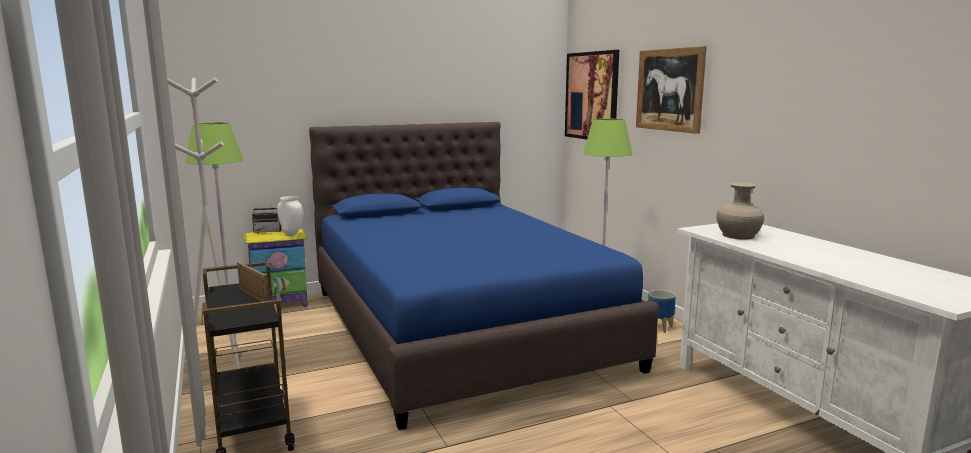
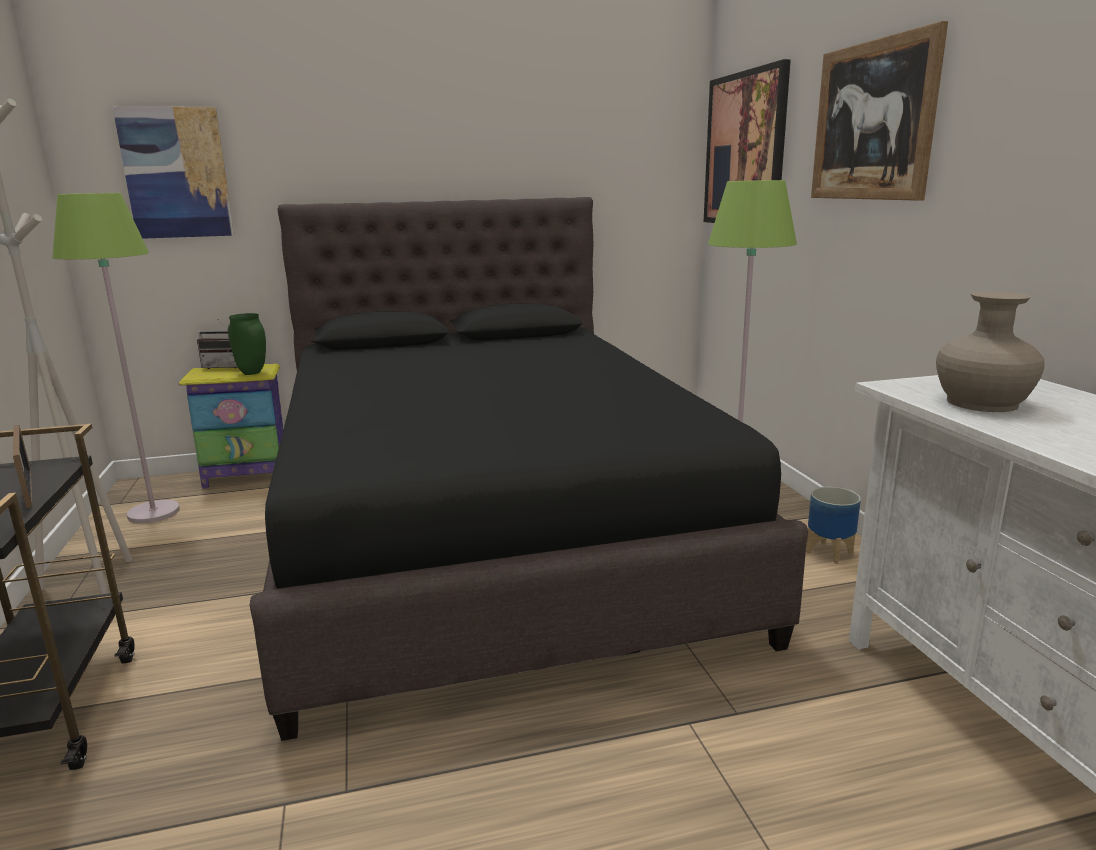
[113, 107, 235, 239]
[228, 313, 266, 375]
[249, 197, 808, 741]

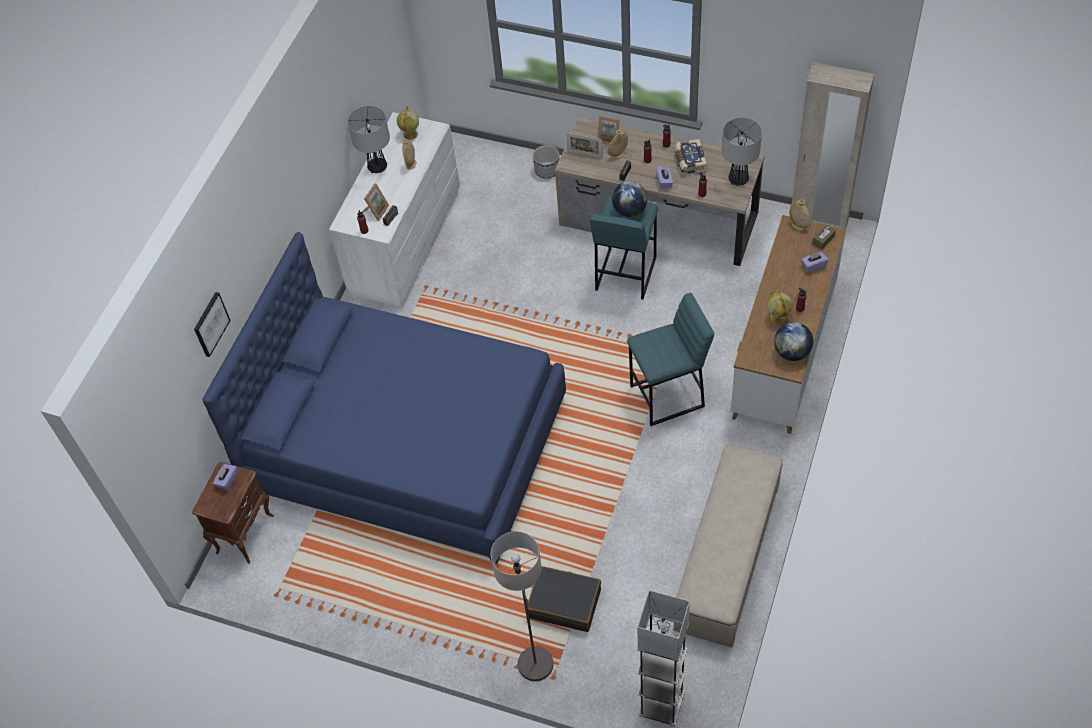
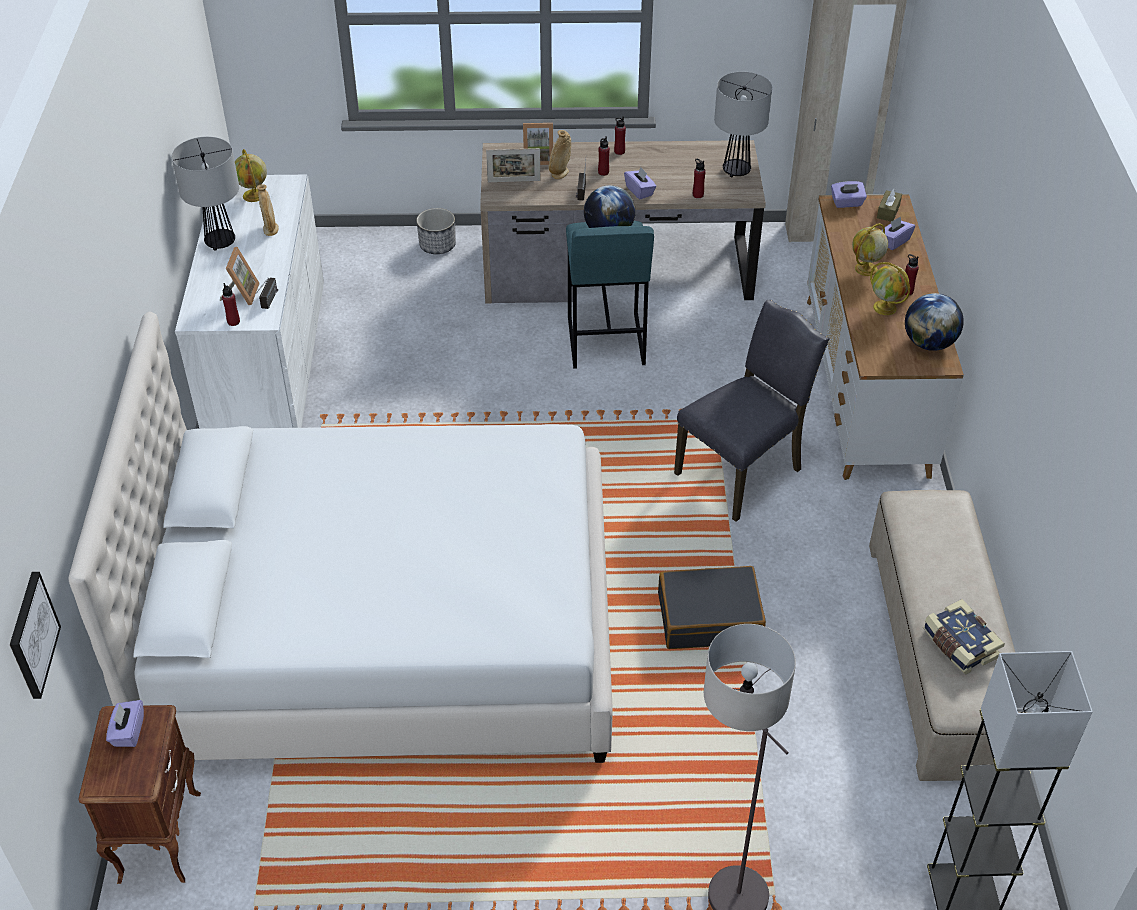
[10, 572, 61, 699]
[69, 312, 613, 763]
[658, 566, 766, 649]
[674, 300, 830, 522]
[831, 181, 867, 208]
[852, 223, 888, 276]
[923, 599, 1005, 675]

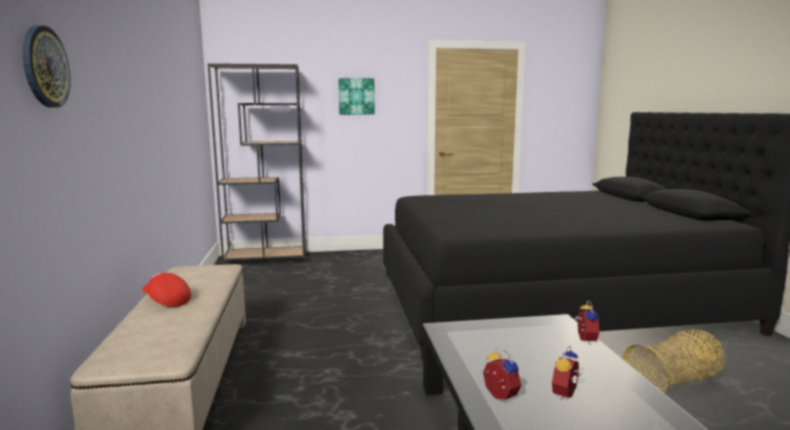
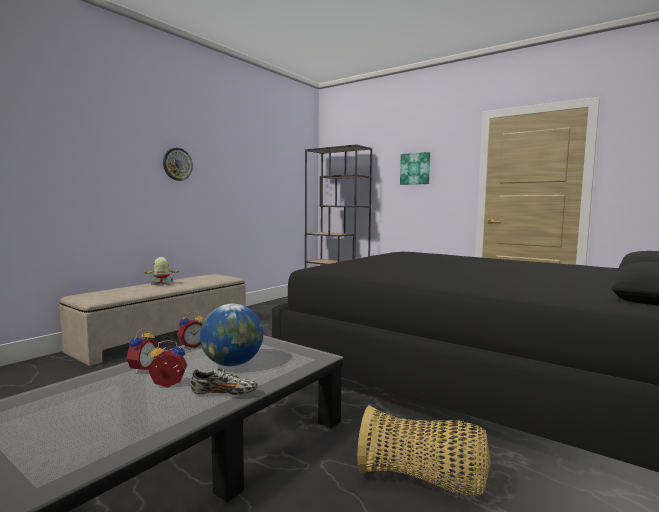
[144, 257, 179, 285]
[163, 148, 193, 181]
[177, 311, 204, 348]
[190, 368, 258, 395]
[200, 304, 263, 366]

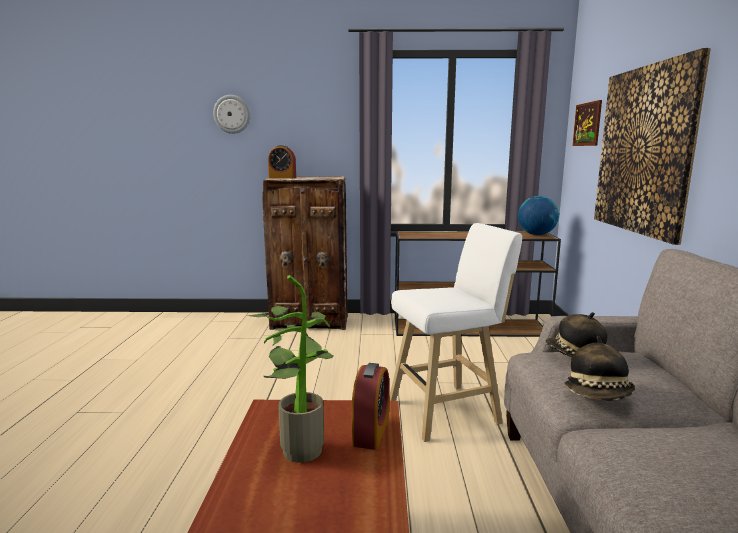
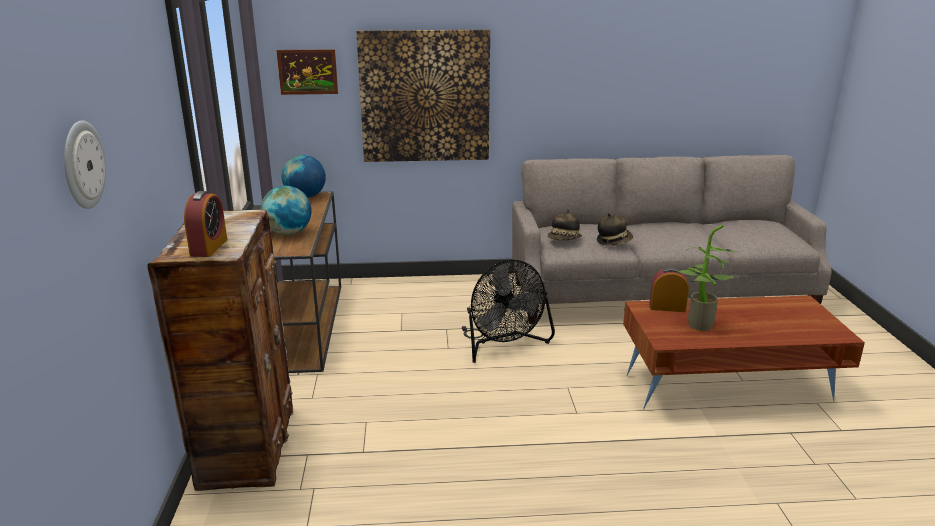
[260, 186, 312, 235]
[462, 260, 555, 363]

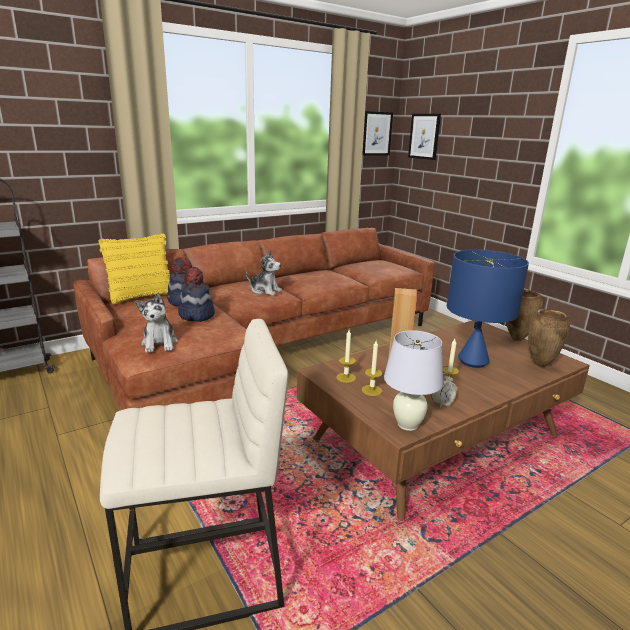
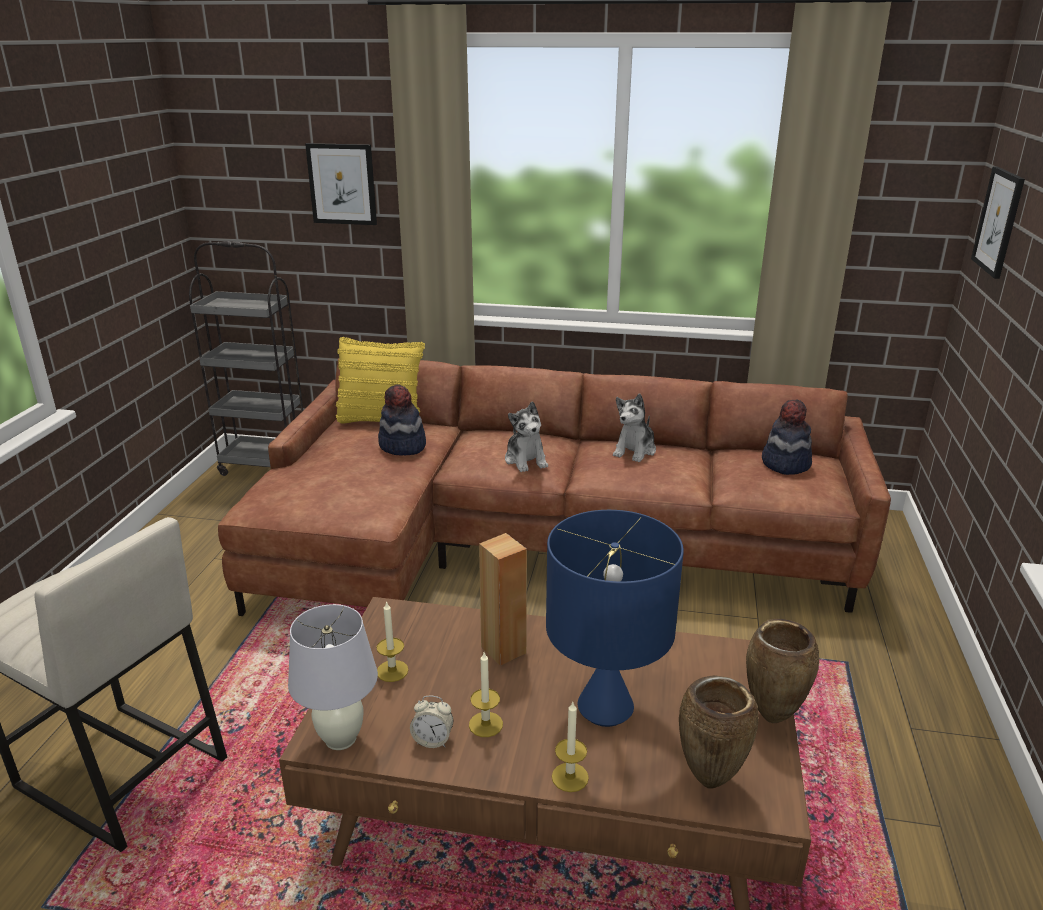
[305, 143, 377, 225]
[552, 702, 589, 792]
[613, 394, 656, 462]
[762, 399, 812, 475]

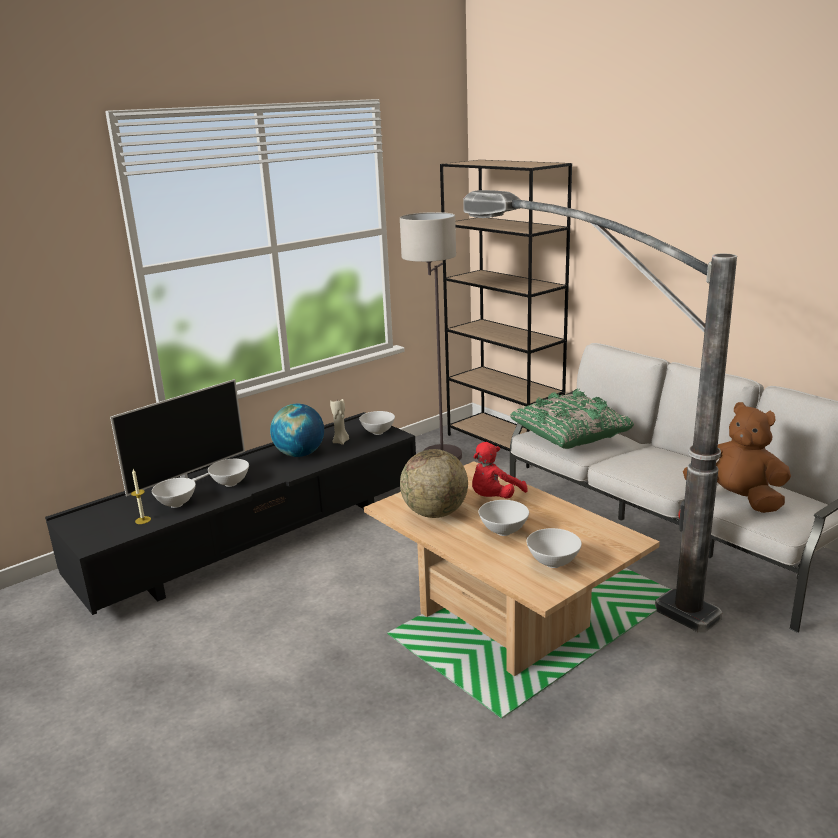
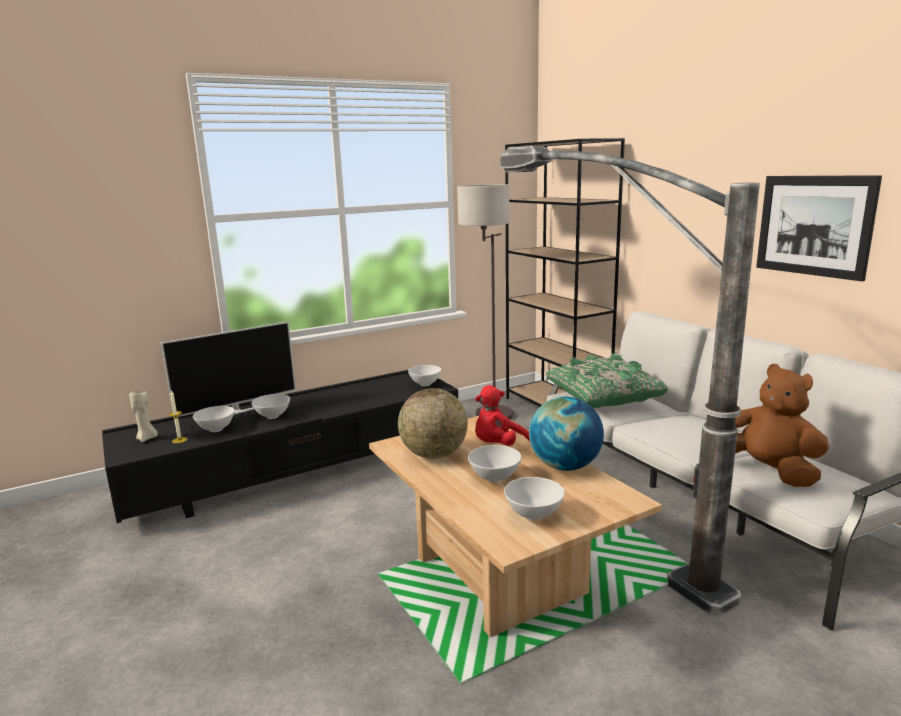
[129, 390, 158, 442]
[529, 397, 604, 471]
[756, 175, 882, 281]

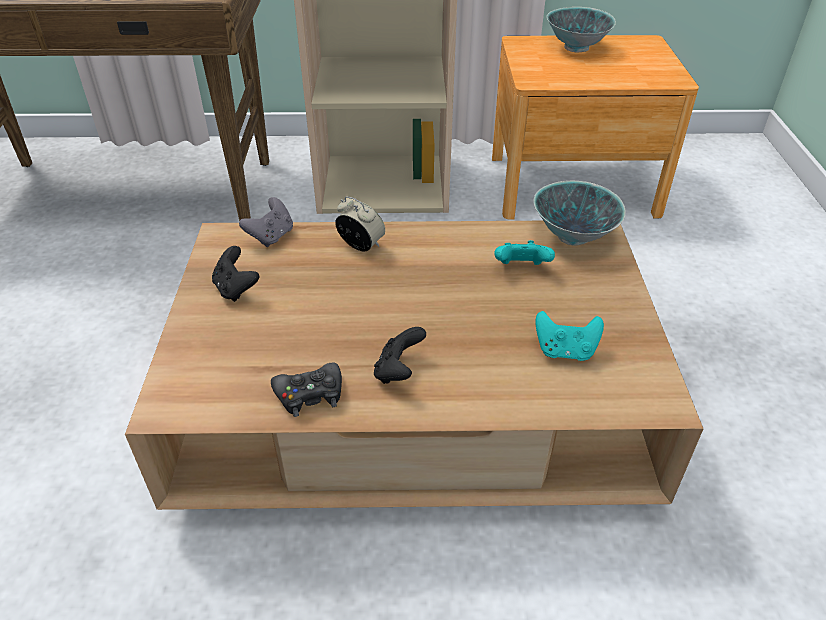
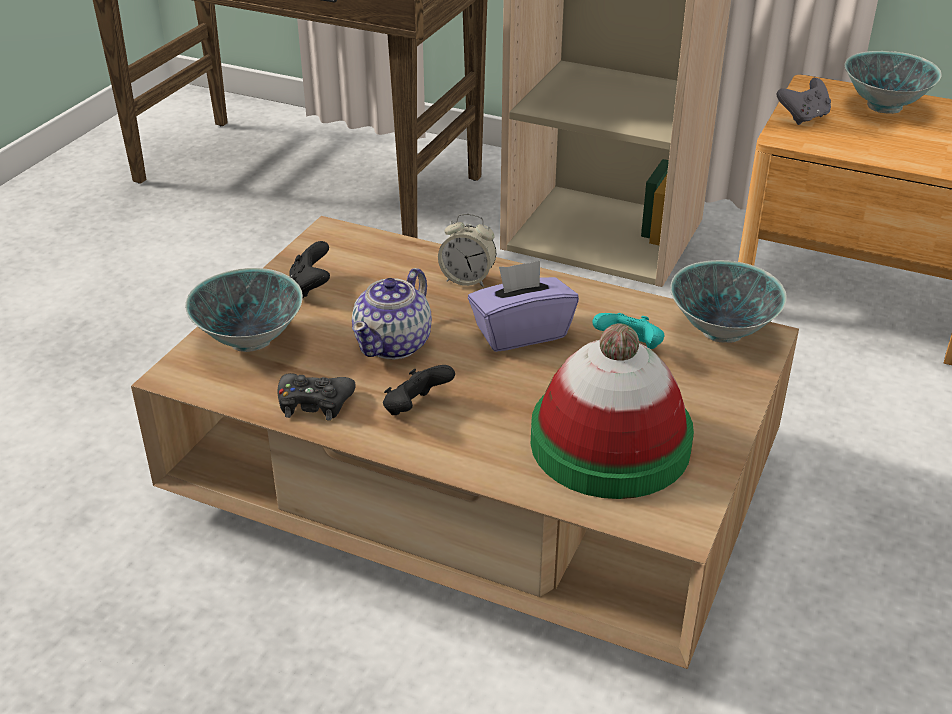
[185, 268, 303, 352]
[352, 268, 432, 360]
[438, 213, 496, 287]
[468, 260, 579, 352]
[531, 323, 694, 499]
[777, 78, 831, 125]

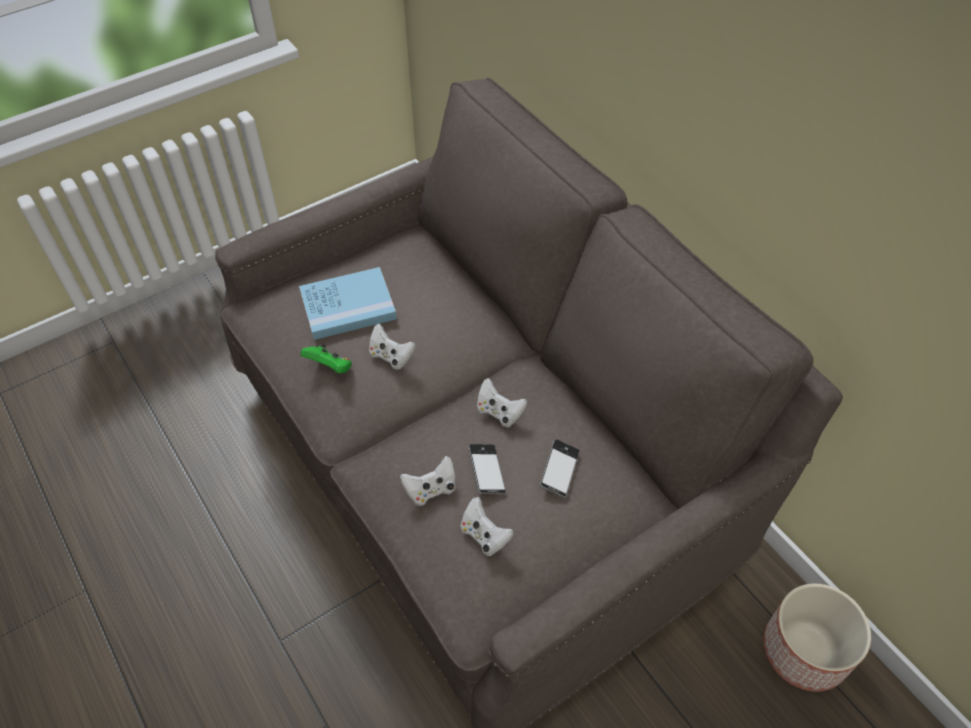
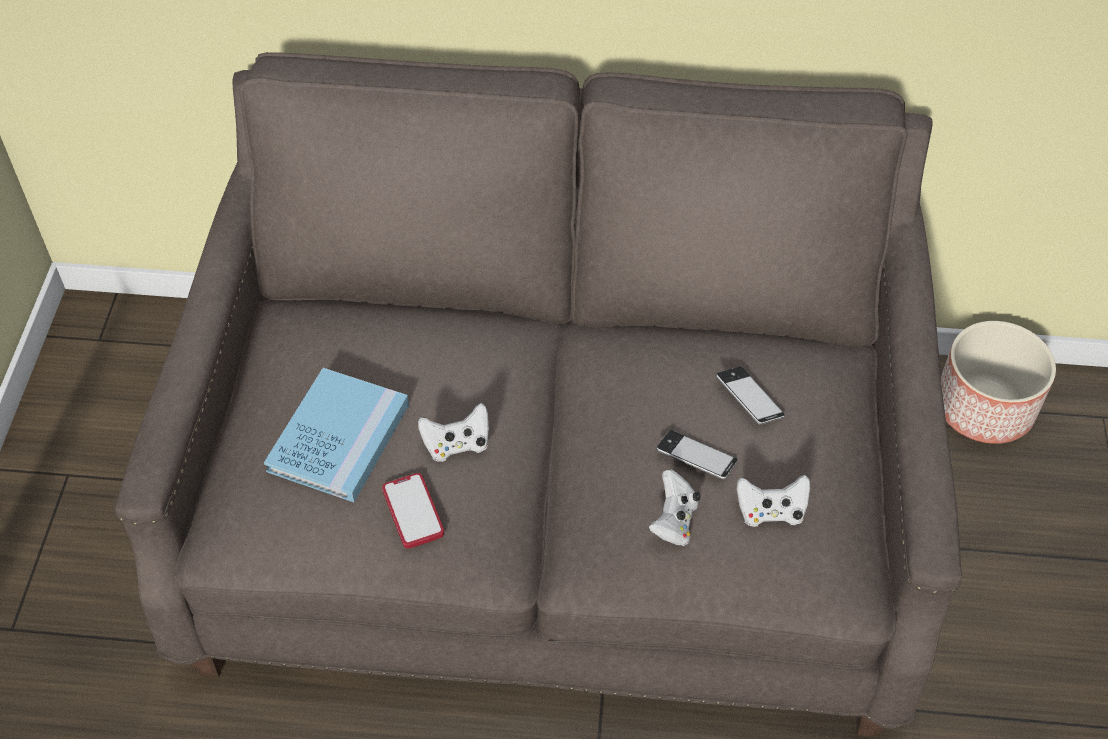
[382, 473, 444, 549]
[477, 378, 528, 427] (first image)

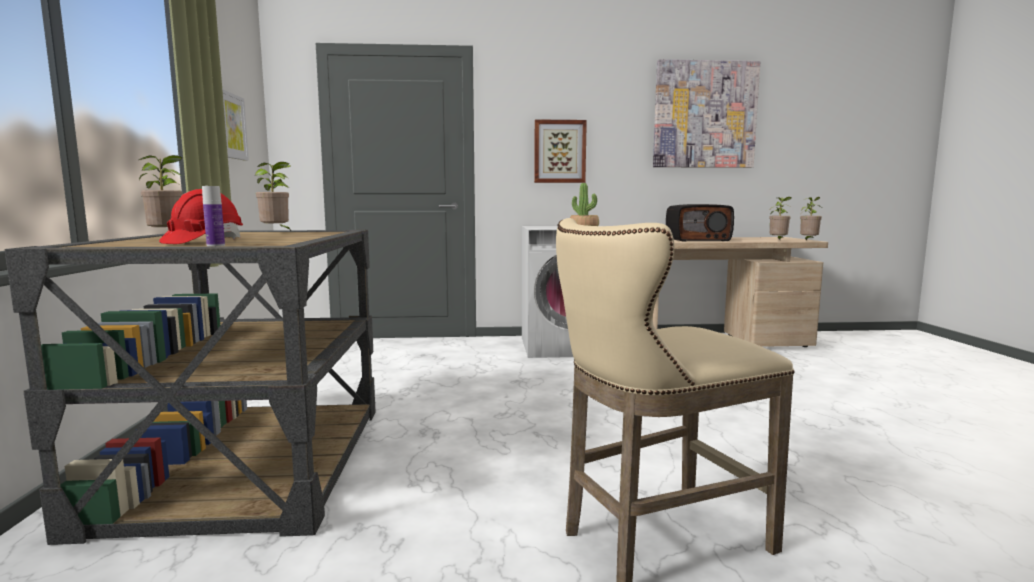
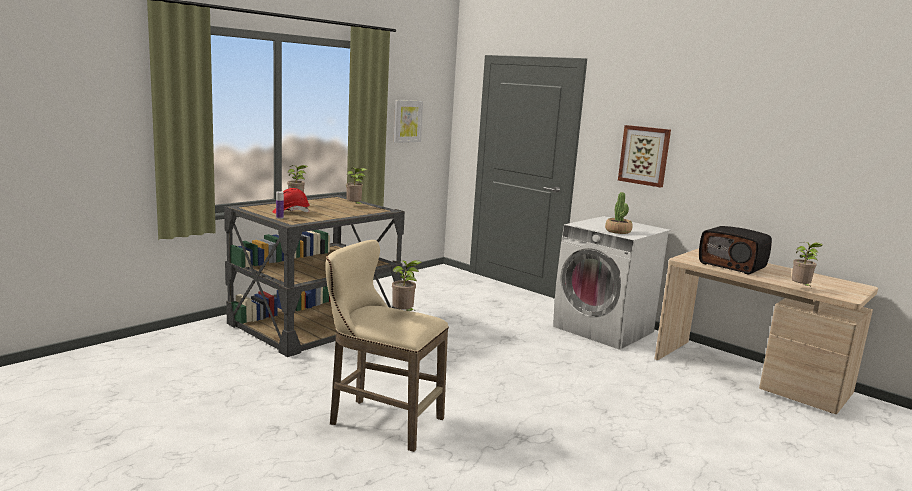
[392, 260, 422, 311]
[653, 59, 760, 168] (first image)

